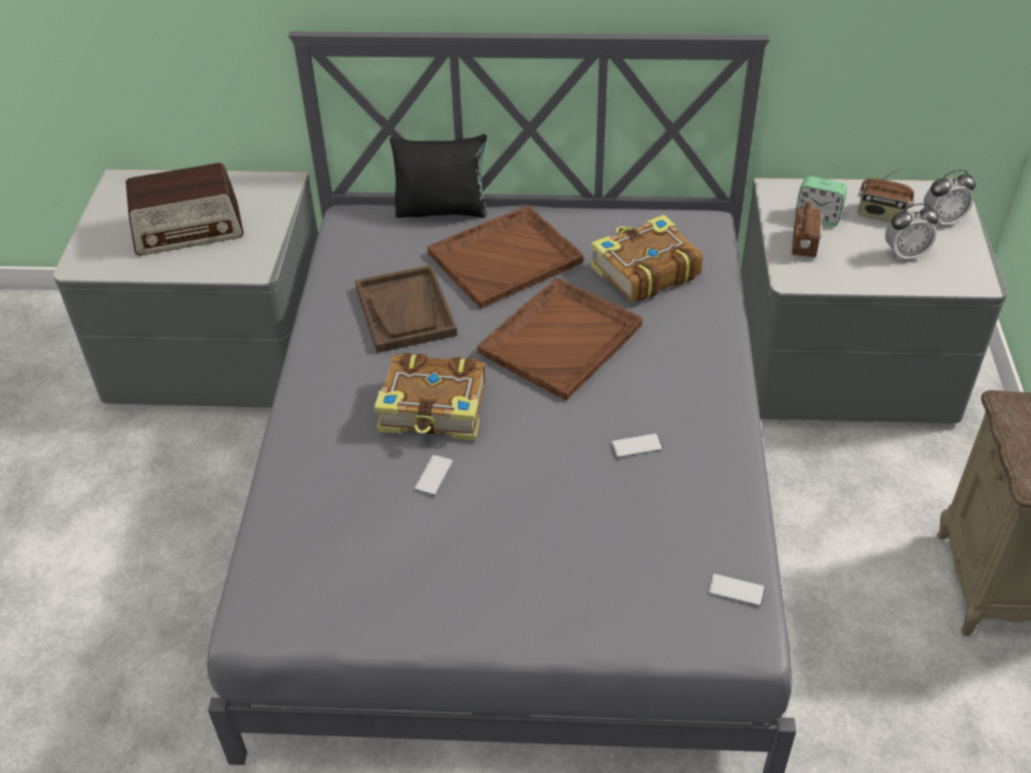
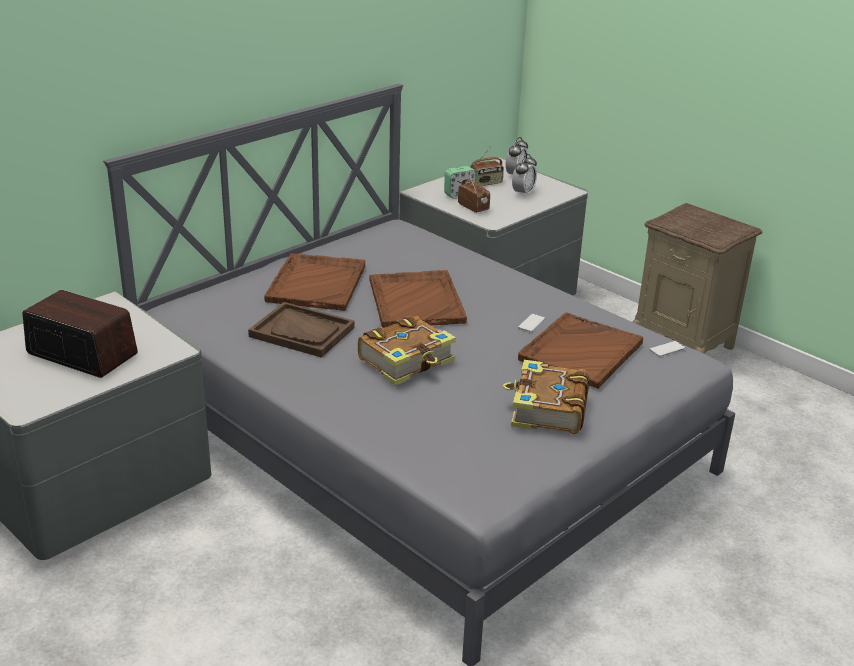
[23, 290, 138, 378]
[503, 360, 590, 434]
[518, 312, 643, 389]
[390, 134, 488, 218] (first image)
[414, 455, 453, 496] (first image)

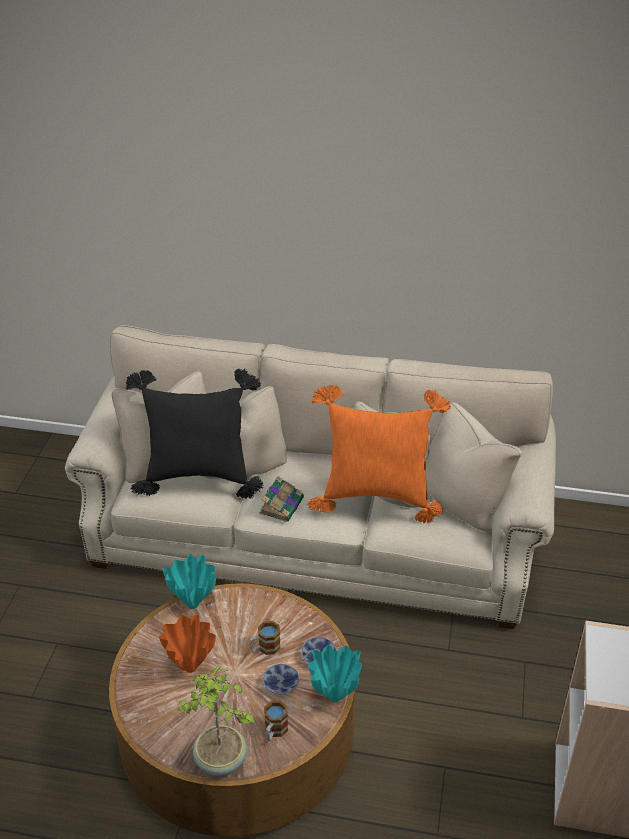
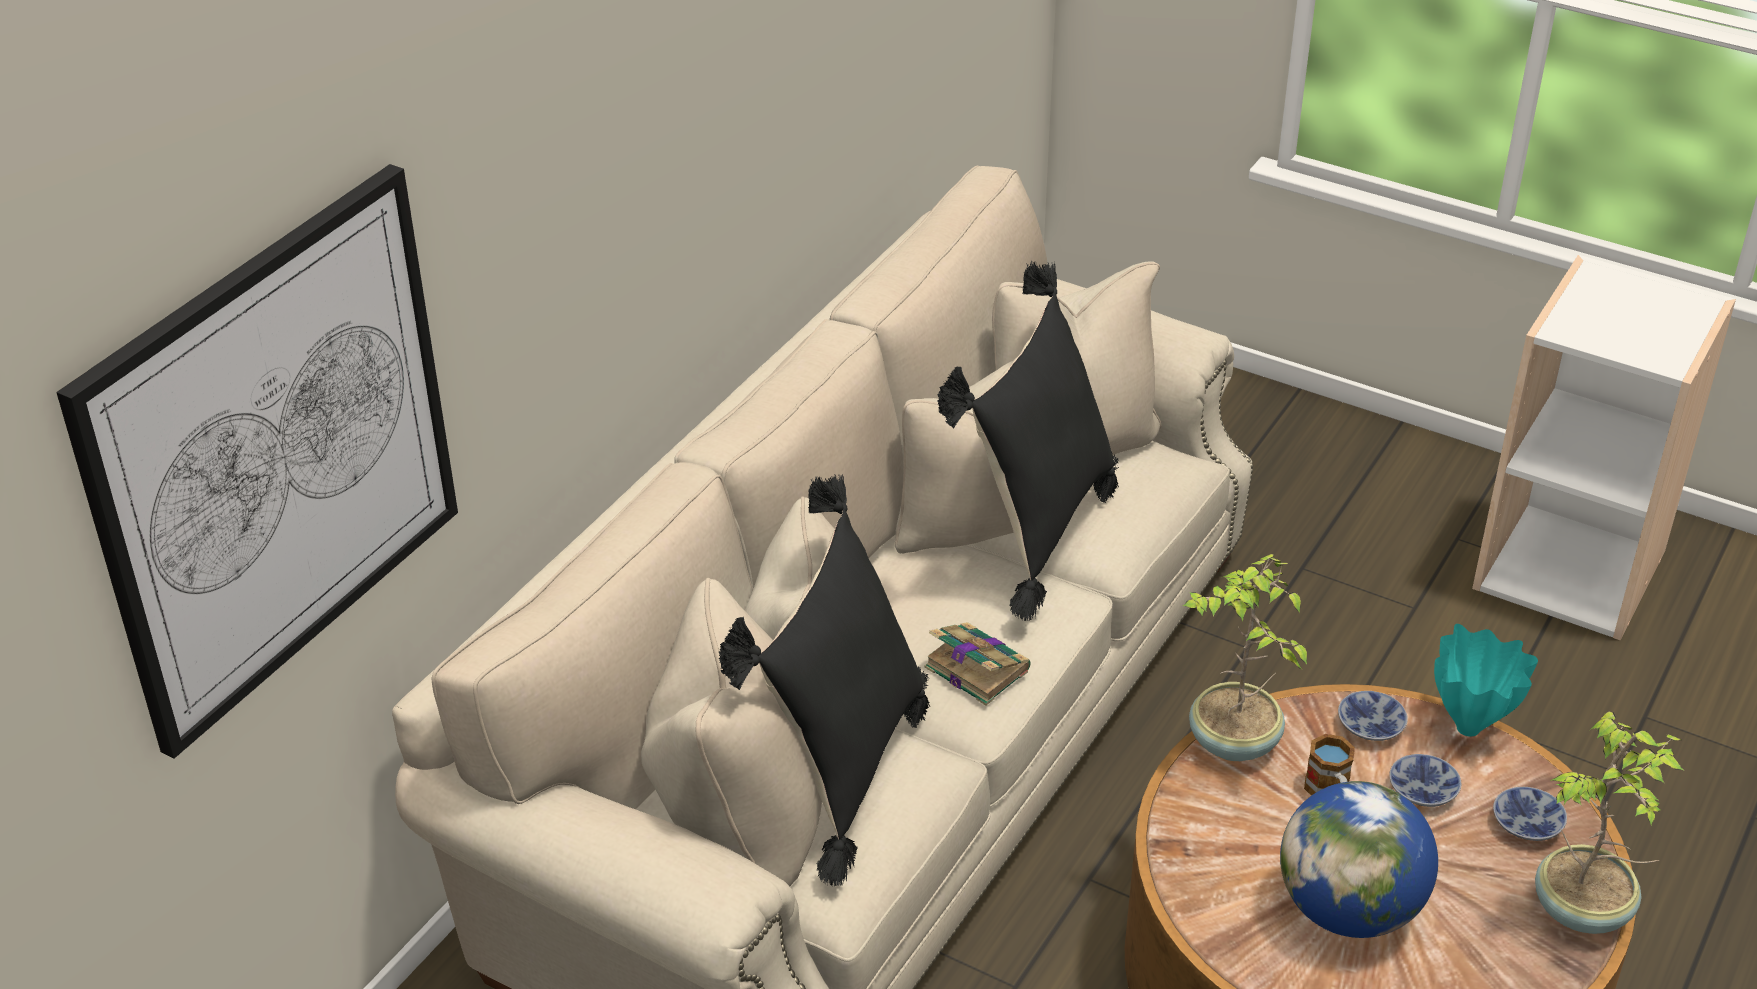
[56, 164, 458, 759]
[937, 261, 1119, 621]
[1183, 554, 1307, 761]
[1280, 781, 1438, 938]
[1493, 787, 1567, 841]
[162, 554, 216, 609] (first image)

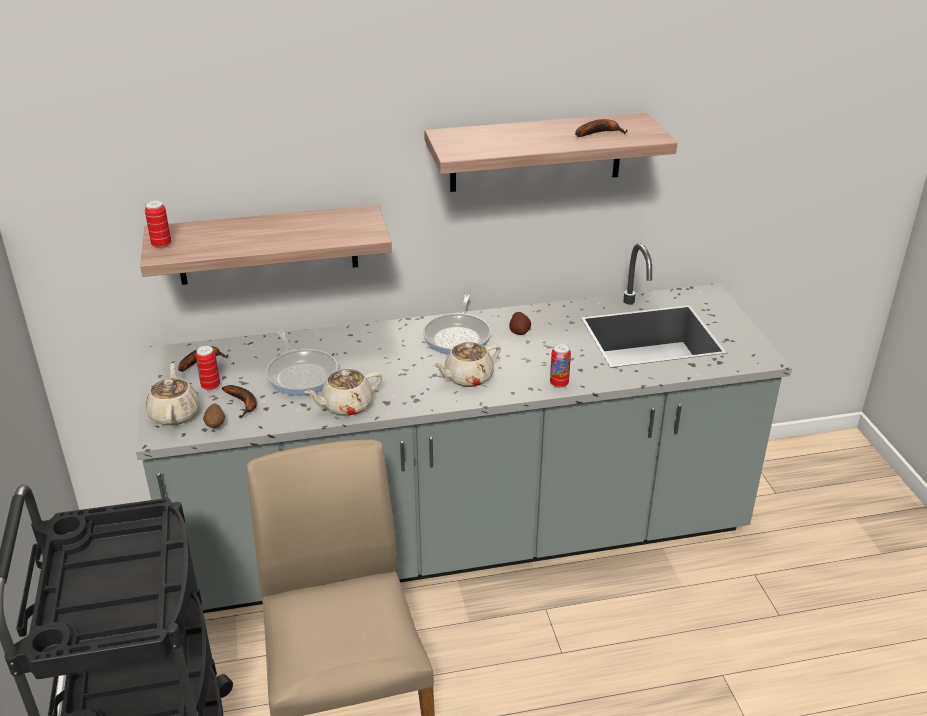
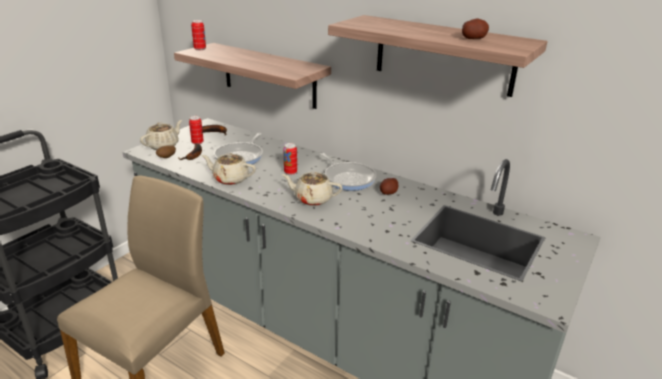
[283, 143, 297, 175]
[320, 153, 376, 191]
[462, 18, 489, 39]

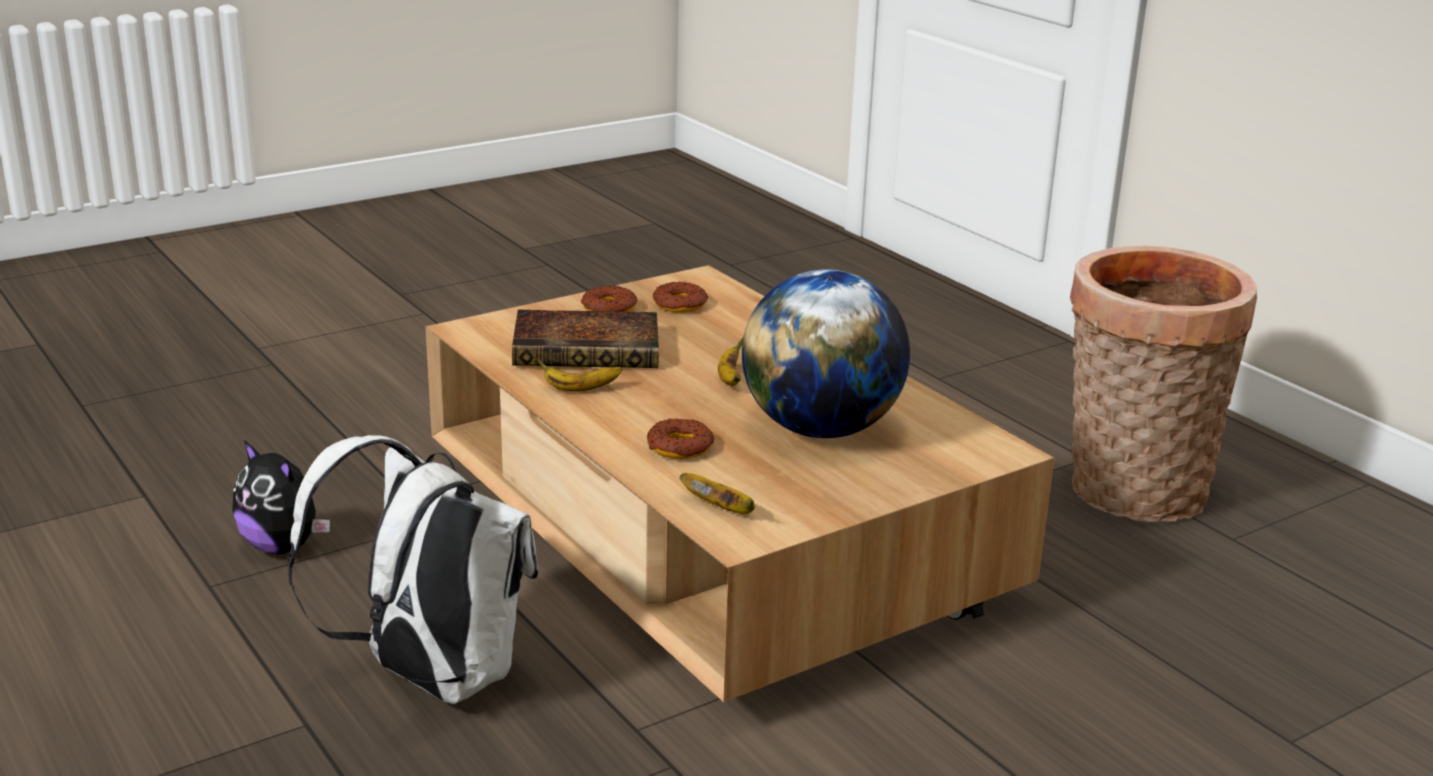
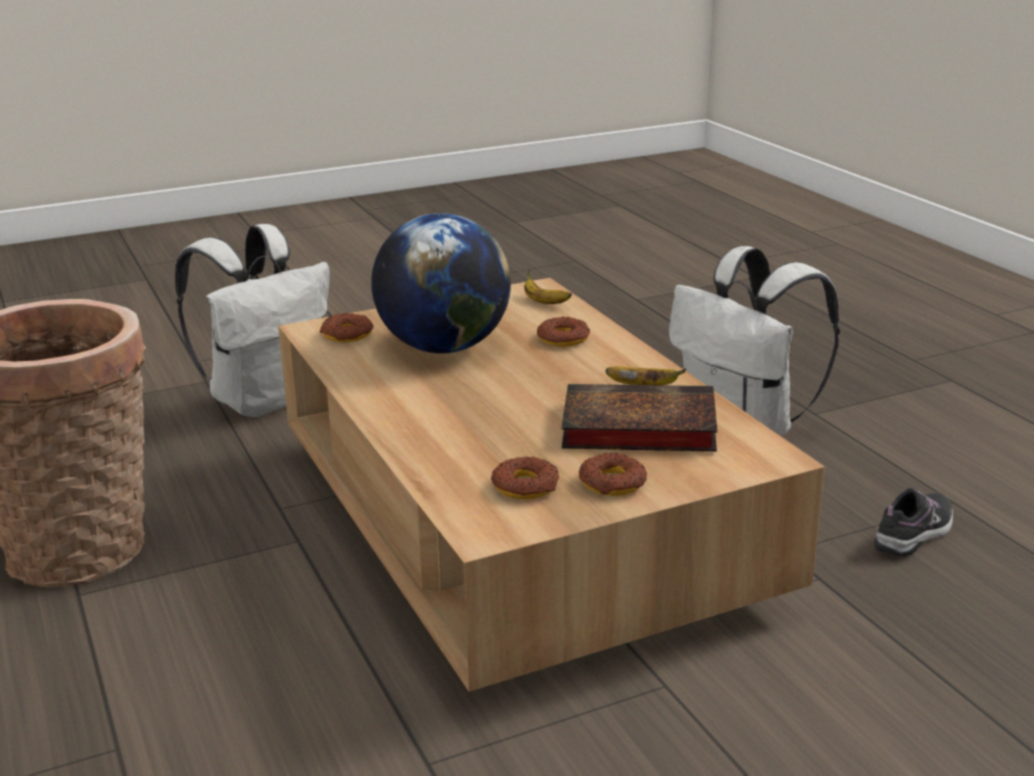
[175, 224, 330, 417]
[320, 313, 373, 342]
[874, 488, 953, 557]
[718, 338, 743, 386] (first image)

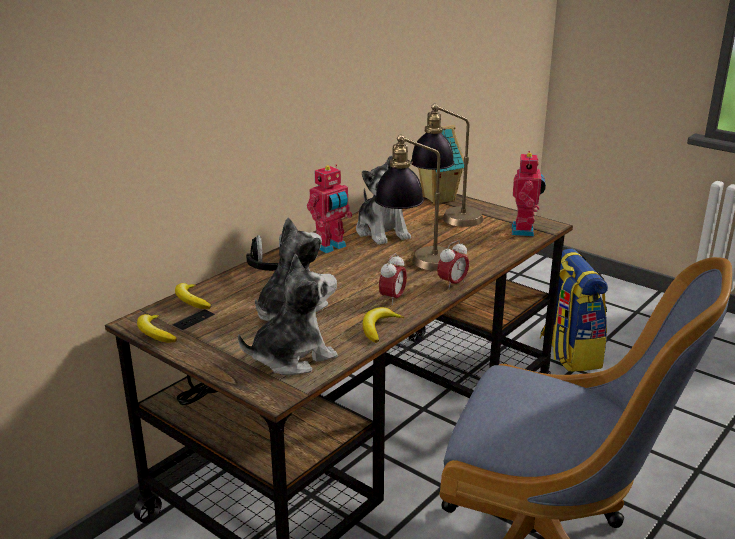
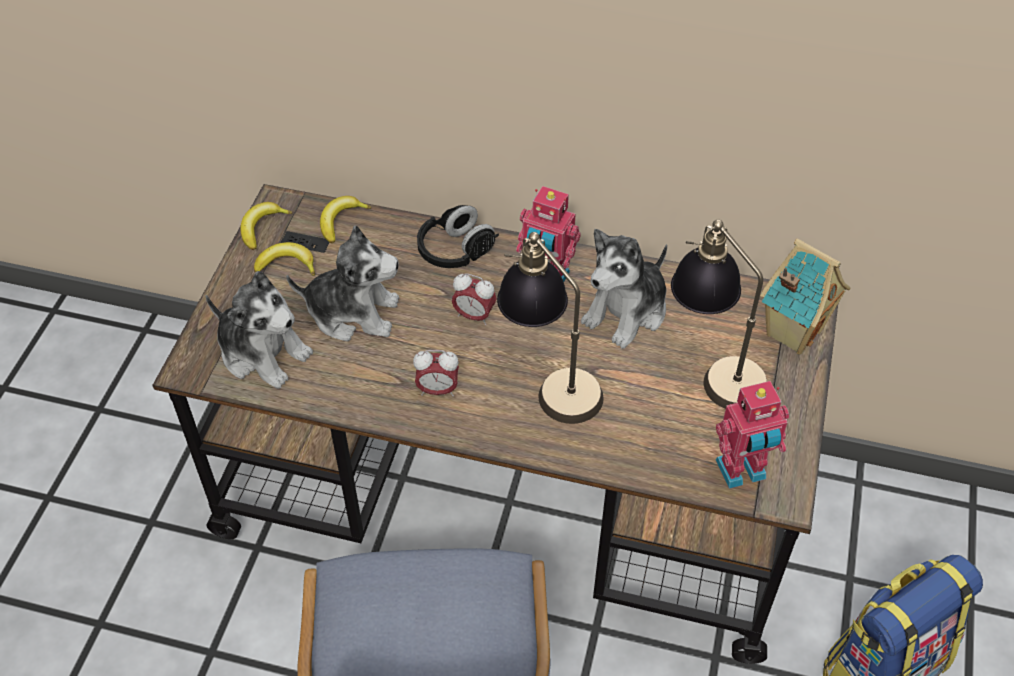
[254, 242, 315, 276]
[452, 273, 497, 325]

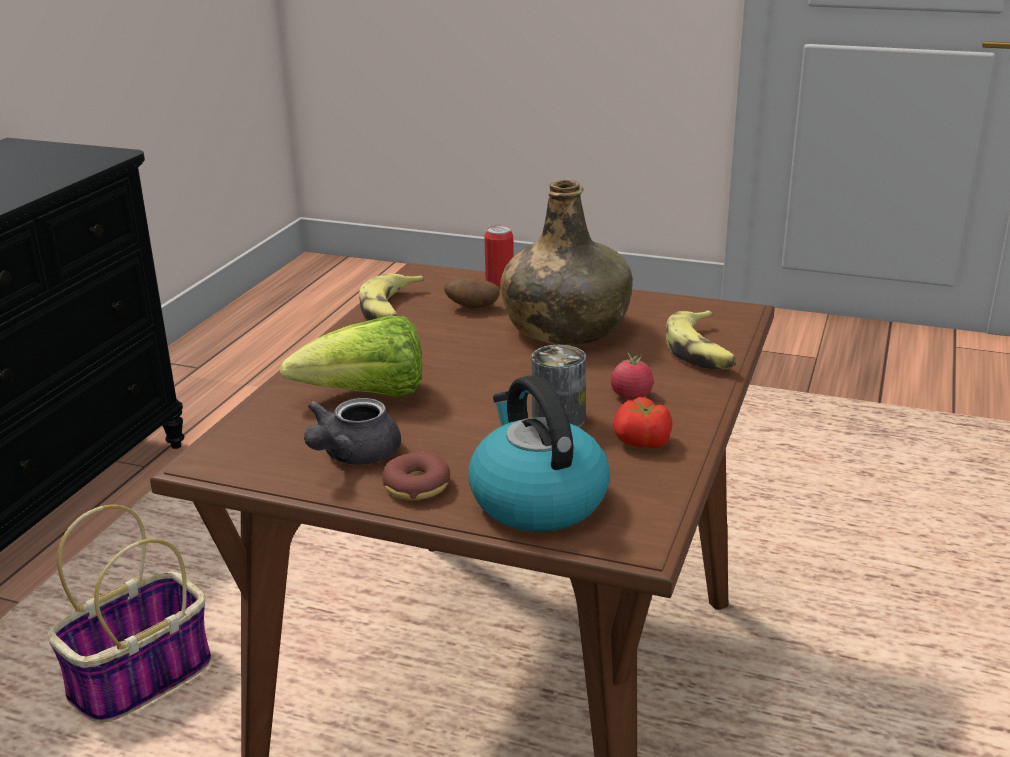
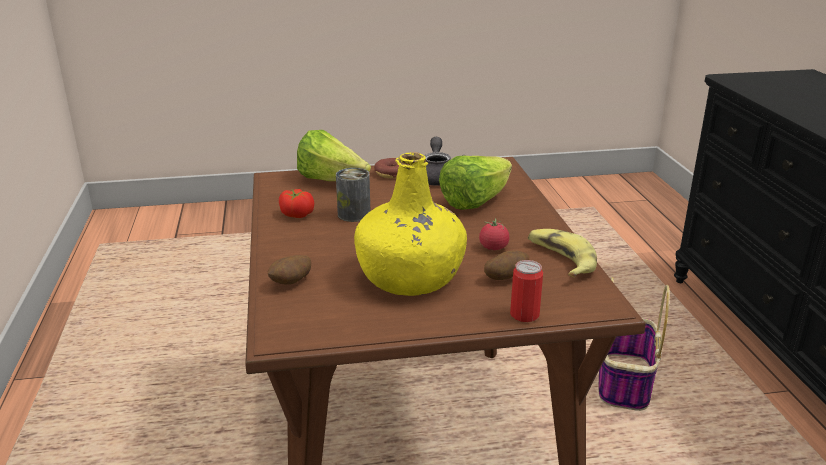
[268, 255, 311, 285]
[297, 130, 371, 181]
[354, 152, 467, 296]
[479, 218, 509, 250]

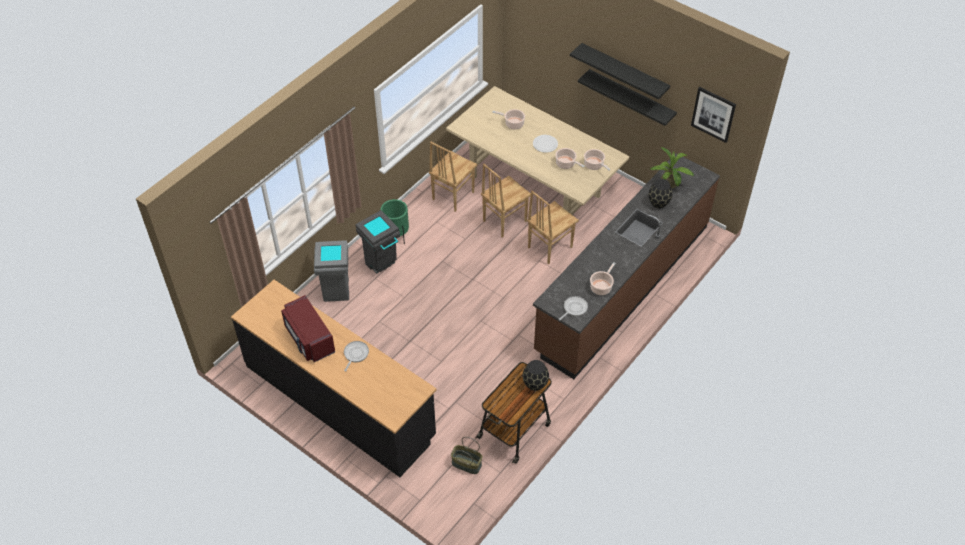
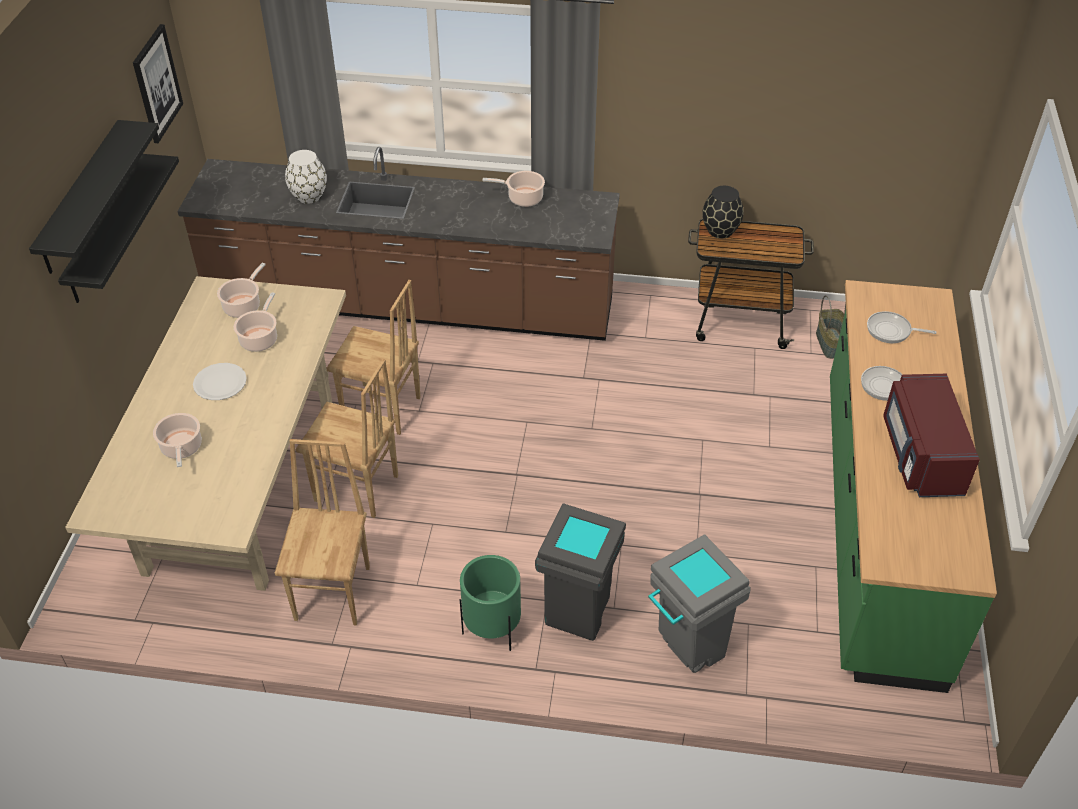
[275, 439, 370, 625]
[285, 150, 327, 204]
[830, 280, 997, 693]
[867, 311, 937, 343]
[883, 374, 980, 497]
[650, 147, 694, 188] (first image)

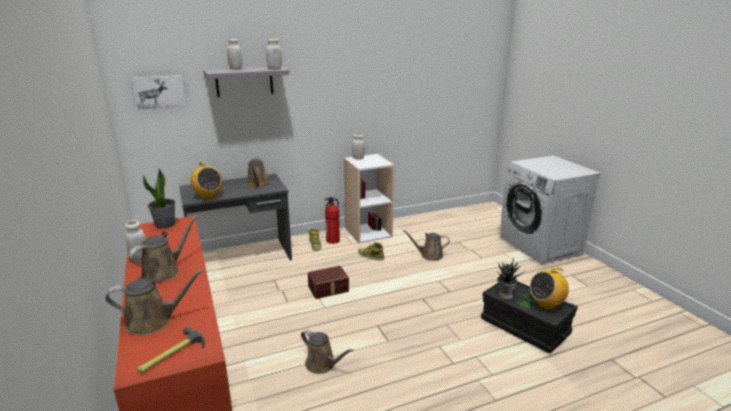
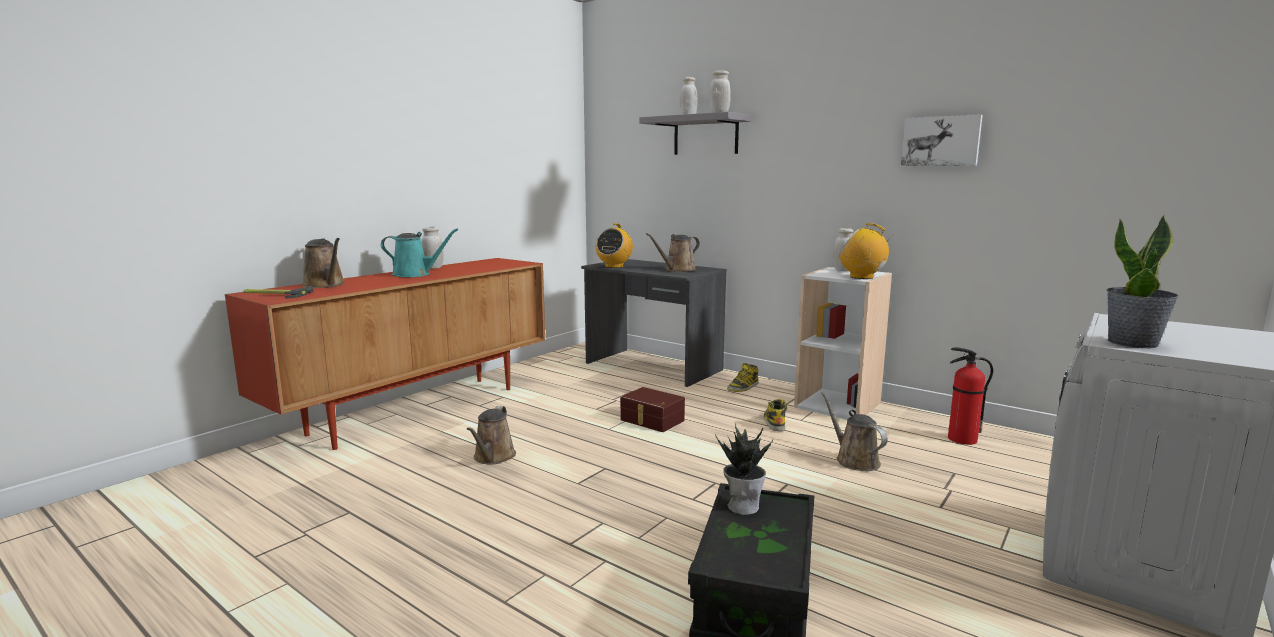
[381, 228, 458, 277]
[839, 223, 894, 279]
[901, 114, 983, 166]
[948, 347, 993, 445]
[1107, 215, 1179, 348]

